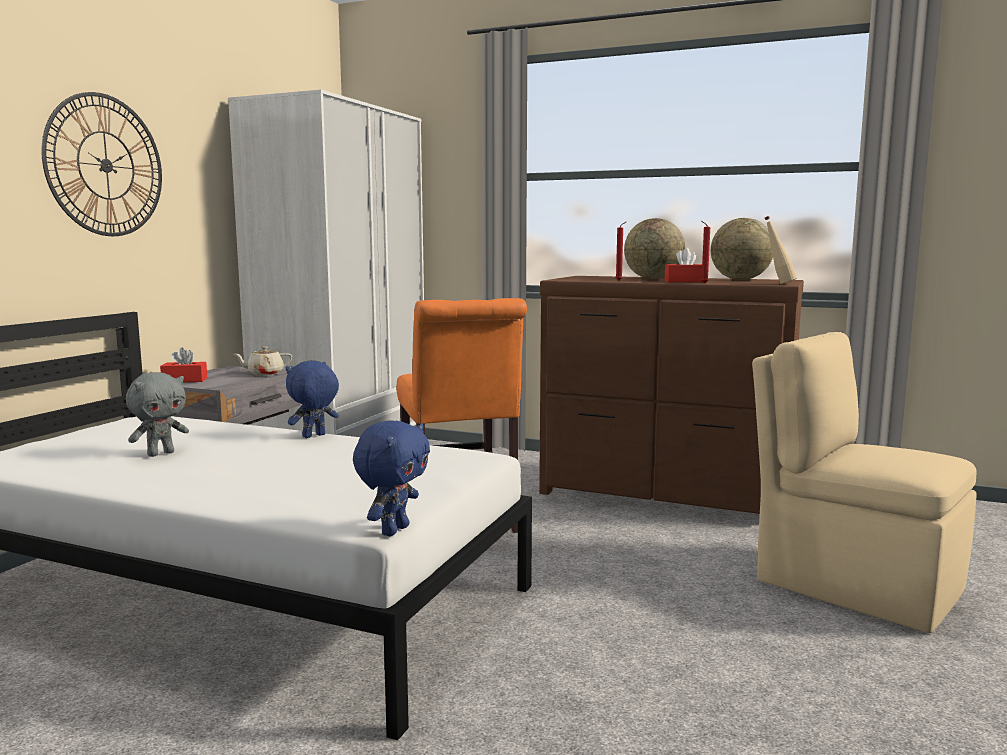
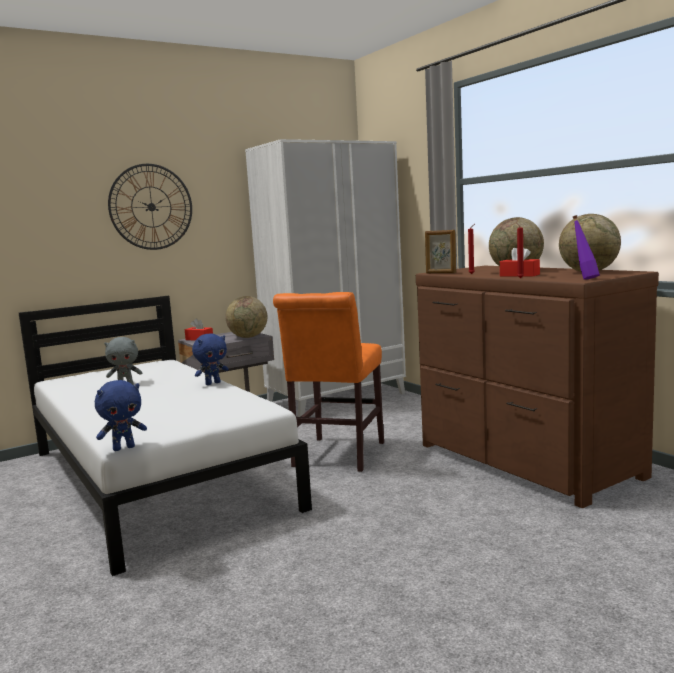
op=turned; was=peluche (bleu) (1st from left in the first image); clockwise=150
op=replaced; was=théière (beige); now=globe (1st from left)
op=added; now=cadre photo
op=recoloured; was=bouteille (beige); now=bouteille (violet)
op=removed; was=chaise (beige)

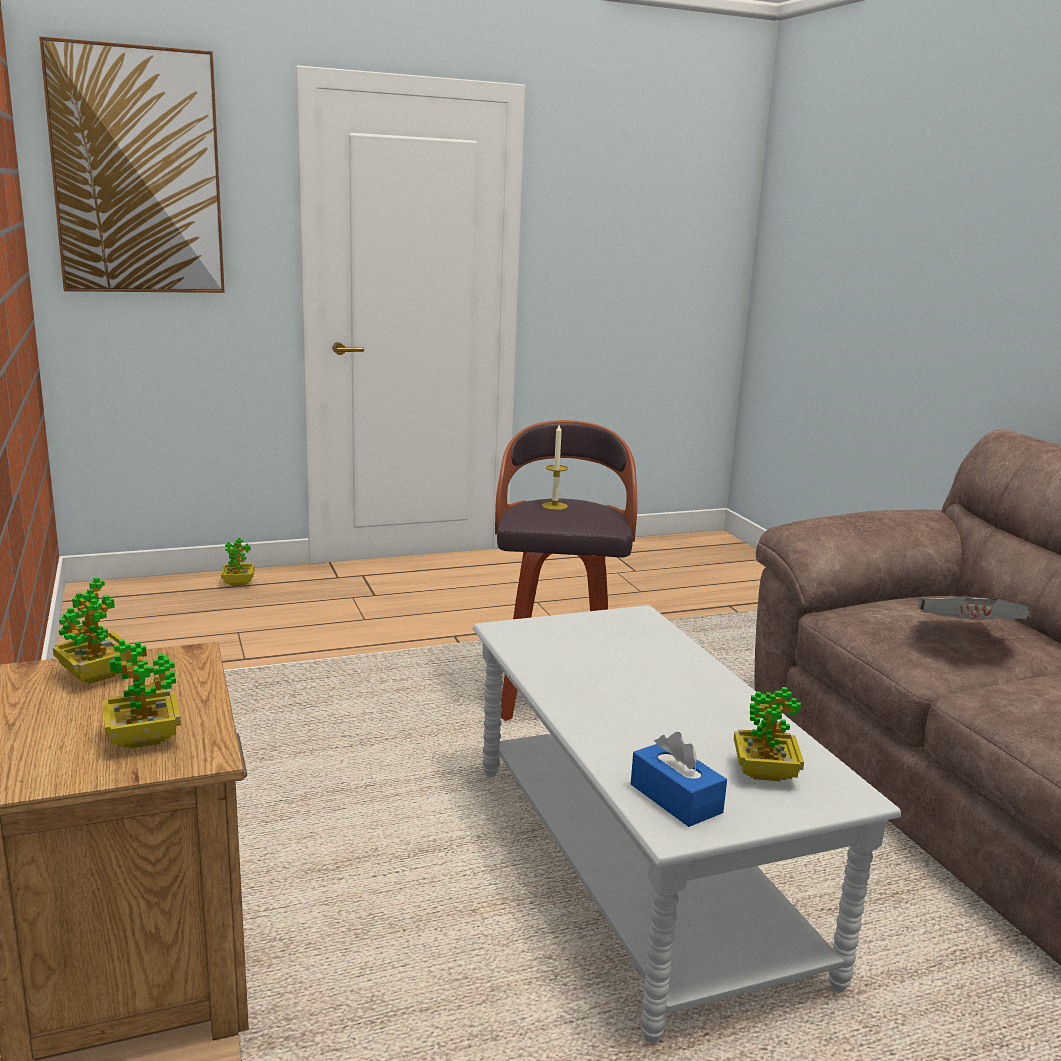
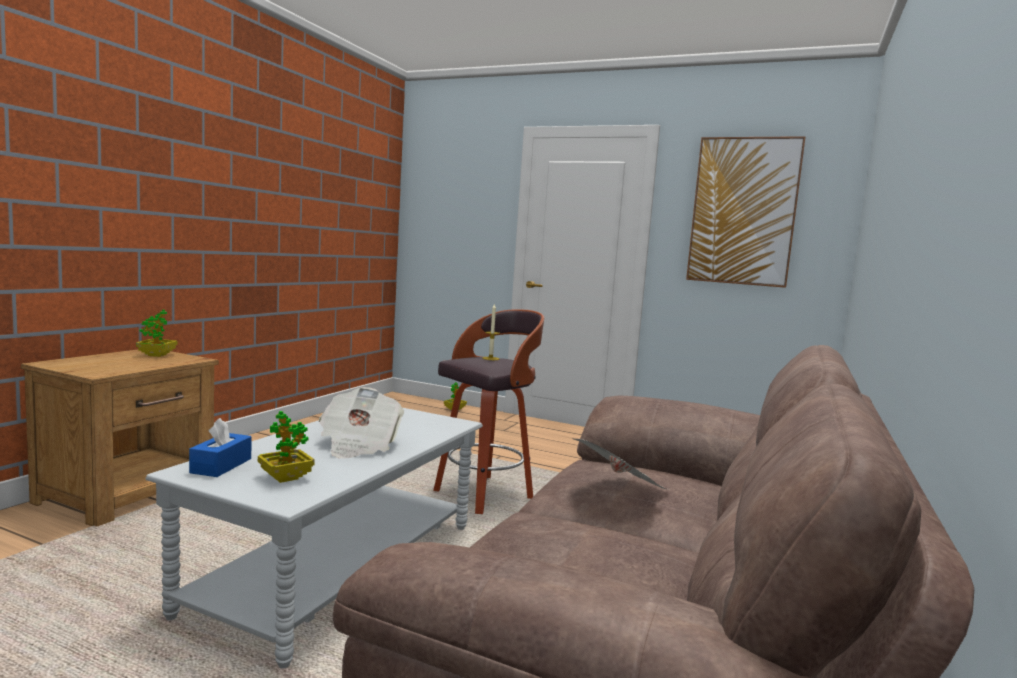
op=added; now=journal (1st from left)
op=moved; was=tableau
op=removed; was=plante en pot (2nd from left)

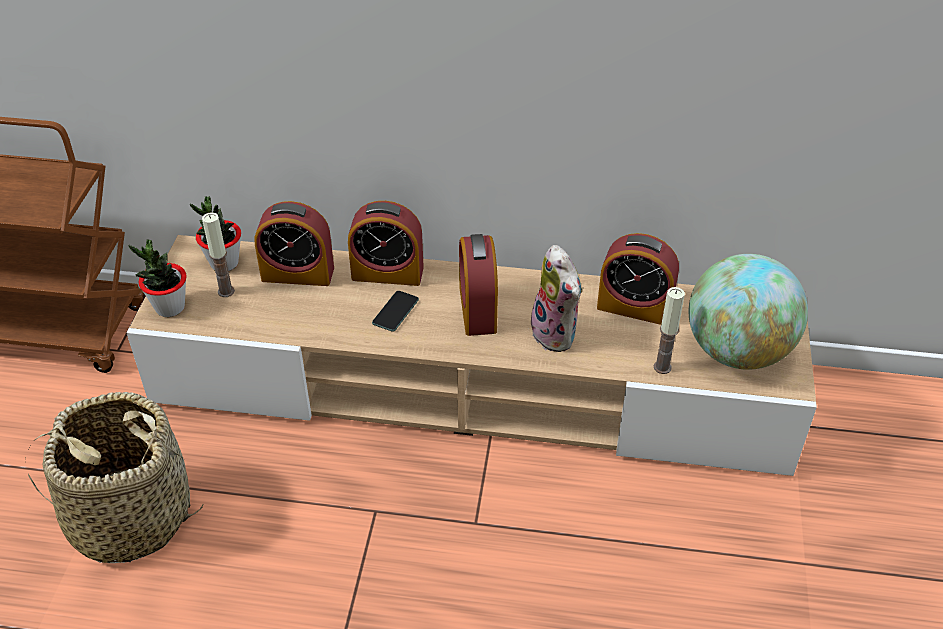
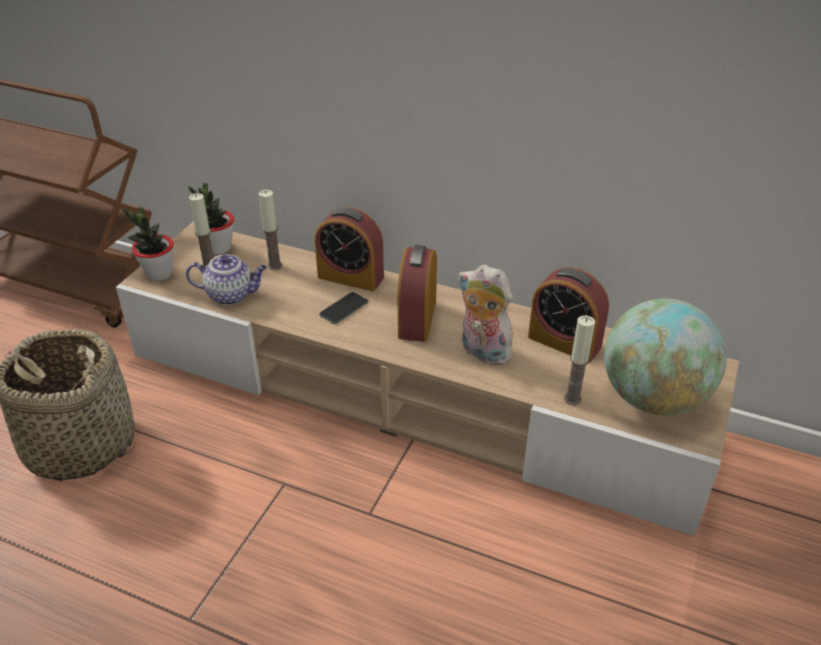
op=added; now=théière
op=replaced; was=réveil (1st from left); now=bougie (2nd from left)
op=turned; was=peluche; clockwise=135

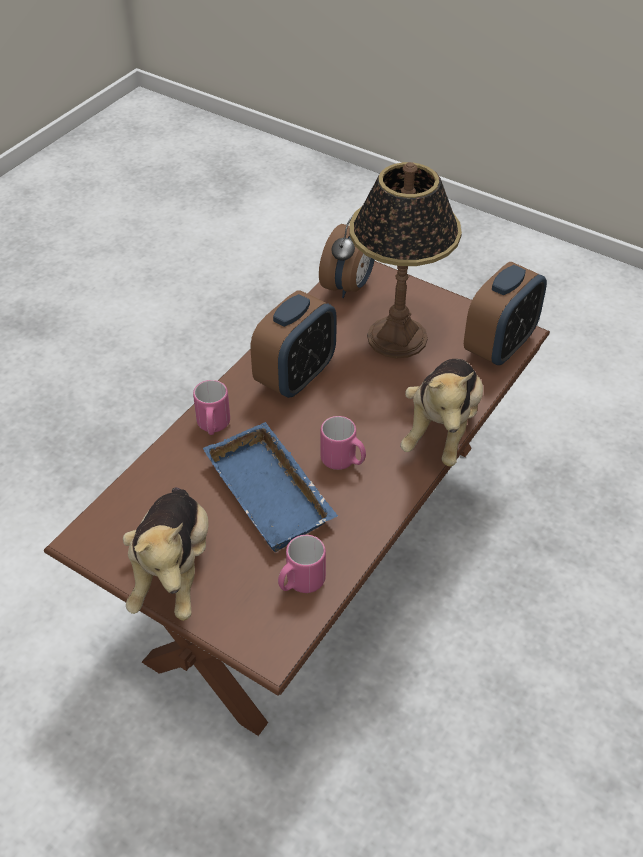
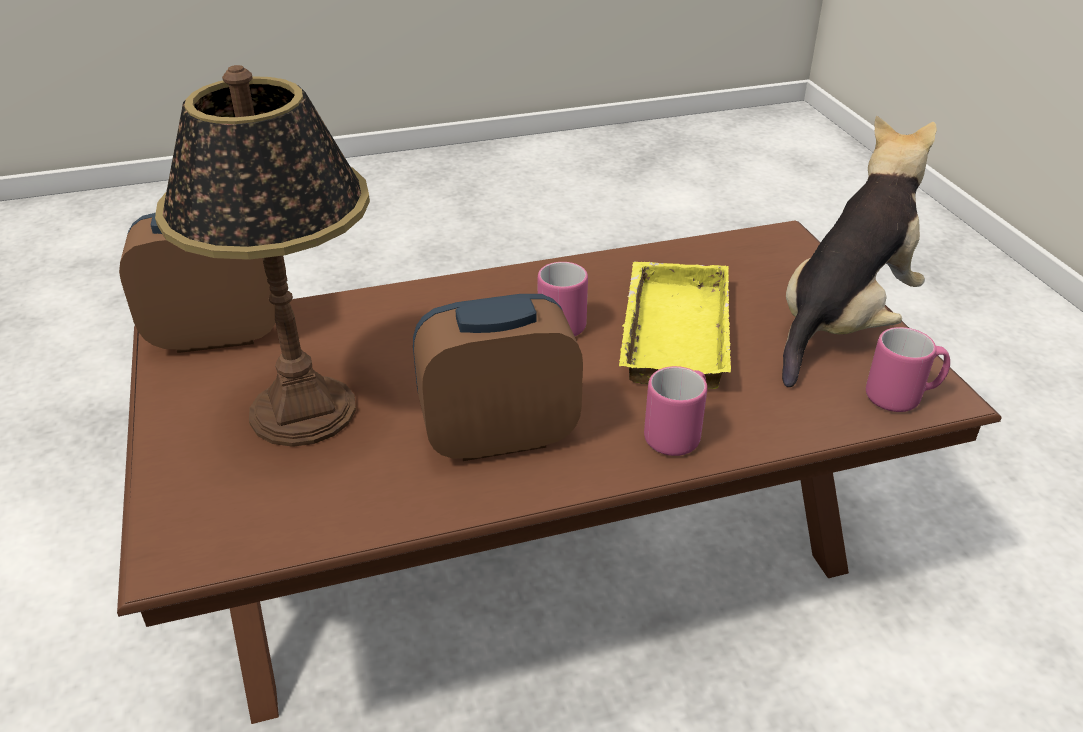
op=recoloured; was=plateau (bleu); now=plateau (jaune)
op=moved; was=mug (rose) (2nd from left in the first image); now=mug (rose) (3rd from left)
op=removed; was=réveil (2nd from left)
op=removed; was=peluche (2nd from left)

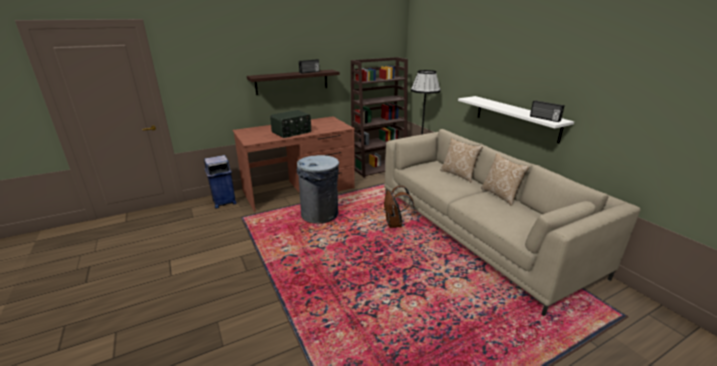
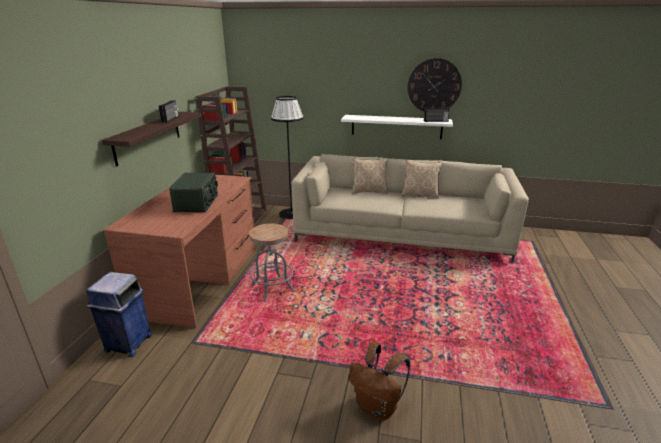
op=replaced; was=poubelle (gris); now=tabouret (gris)
op=moved; was=sac à dos (marron)
op=added; now=horloge murale

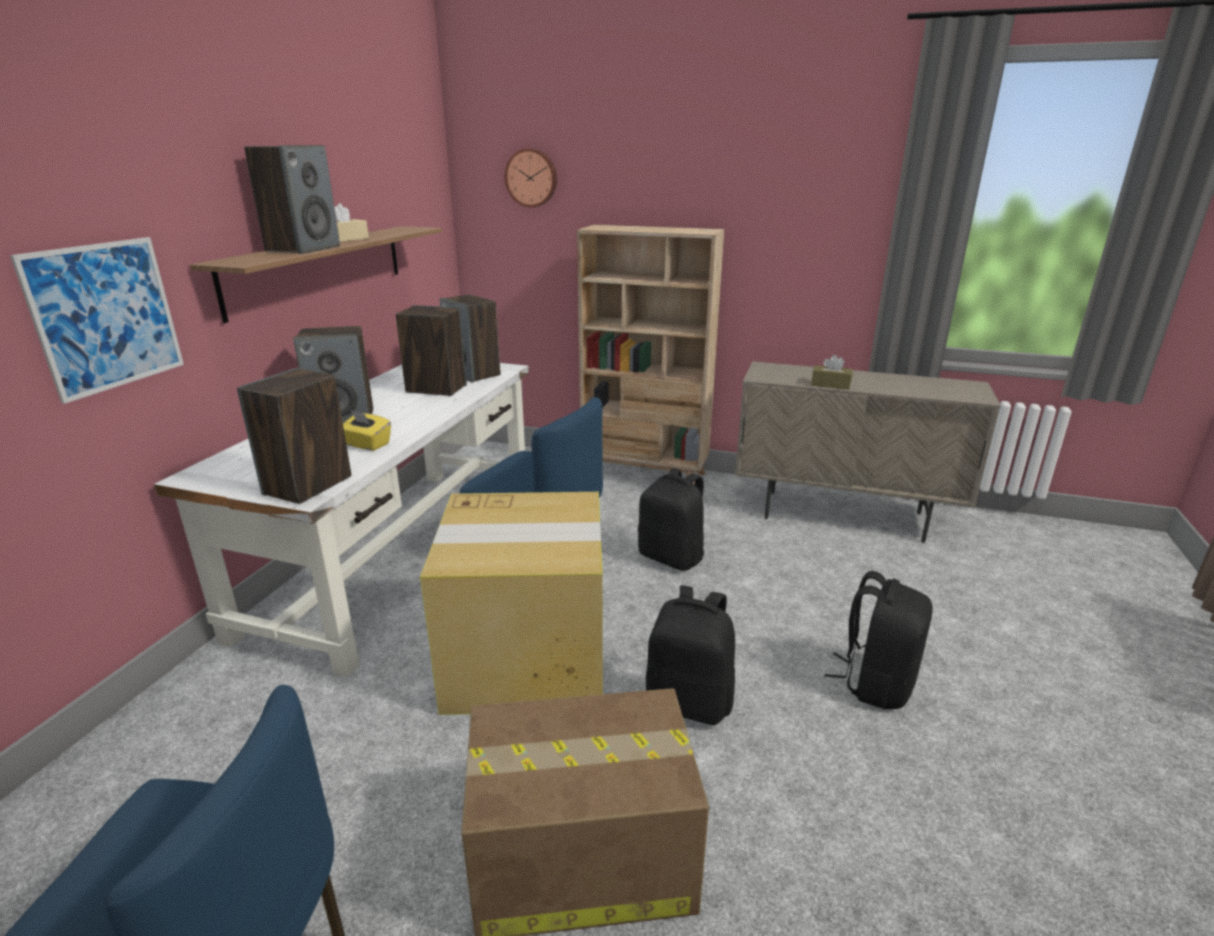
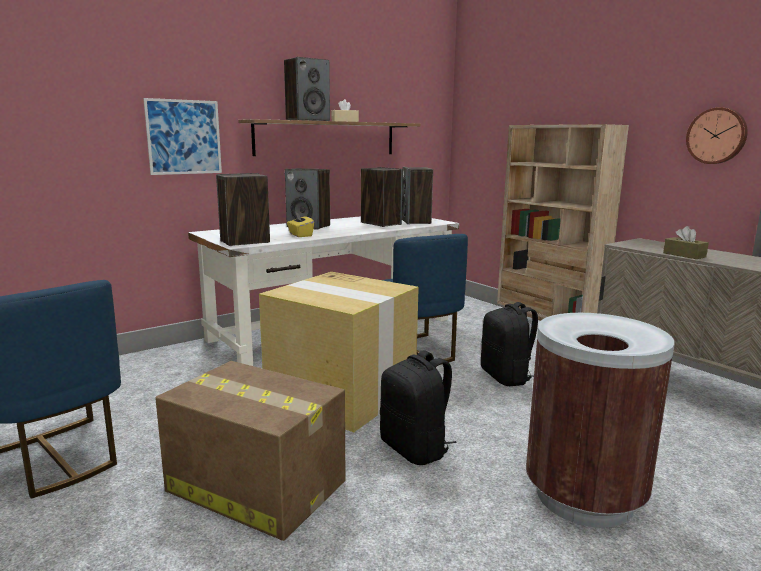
op=replaced; was=sac à dos (noir) (3rd from left); now=poubelle (marron)
op=moved; was=horloge murale

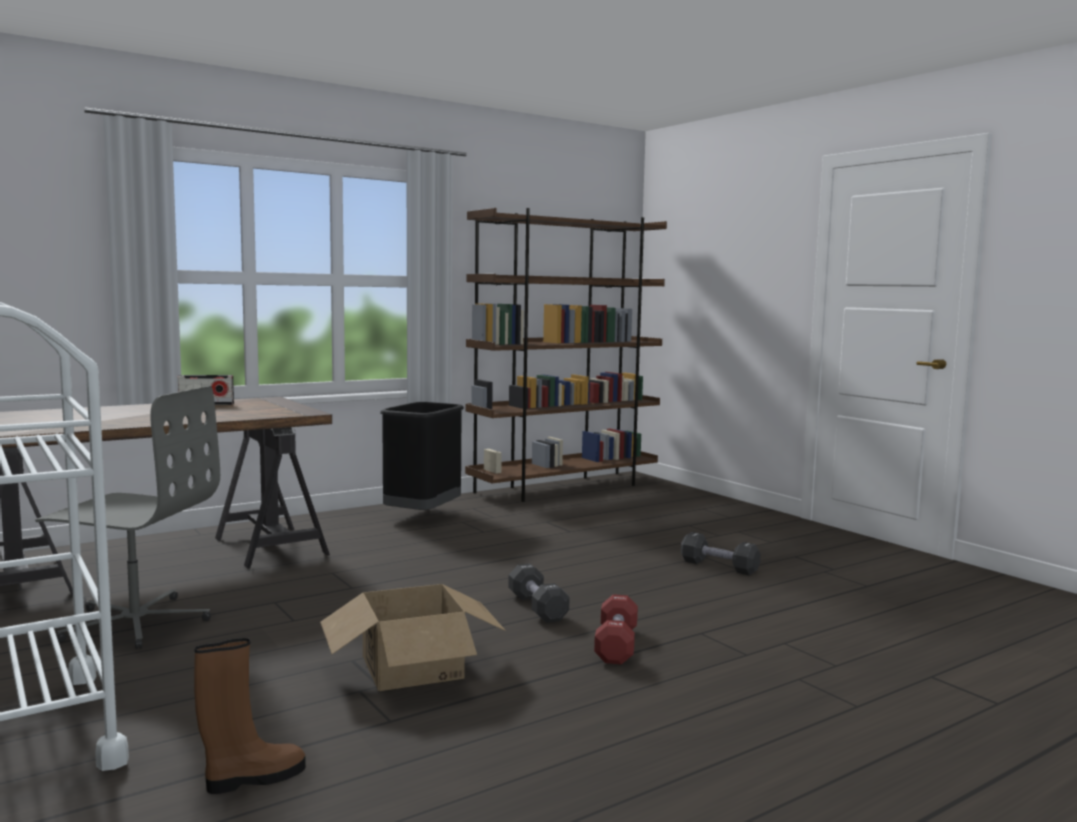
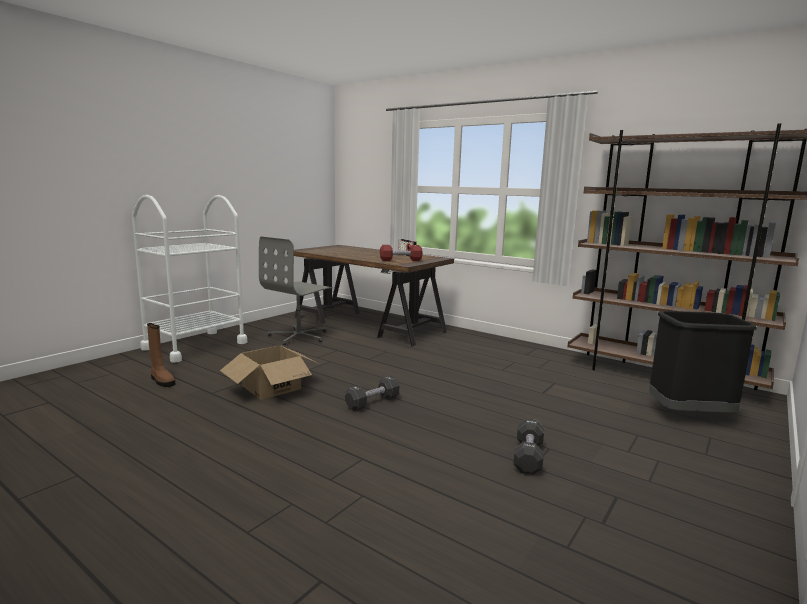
op=turned; was=chaise de bureau (gris); clockwise=45
op=moved; was=haltère (rouge)
op=moved; was=poubelle (noir)

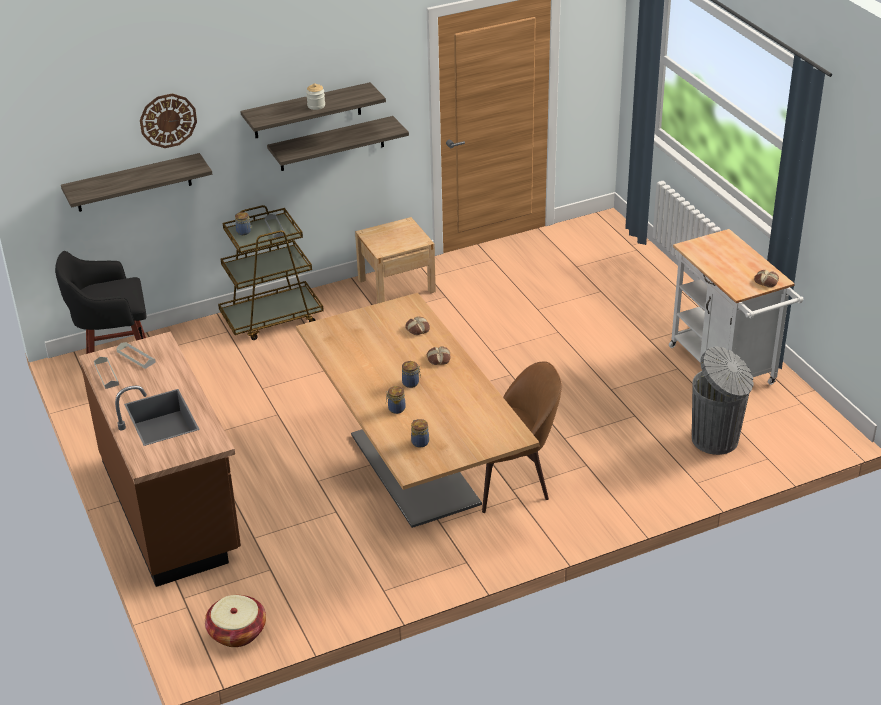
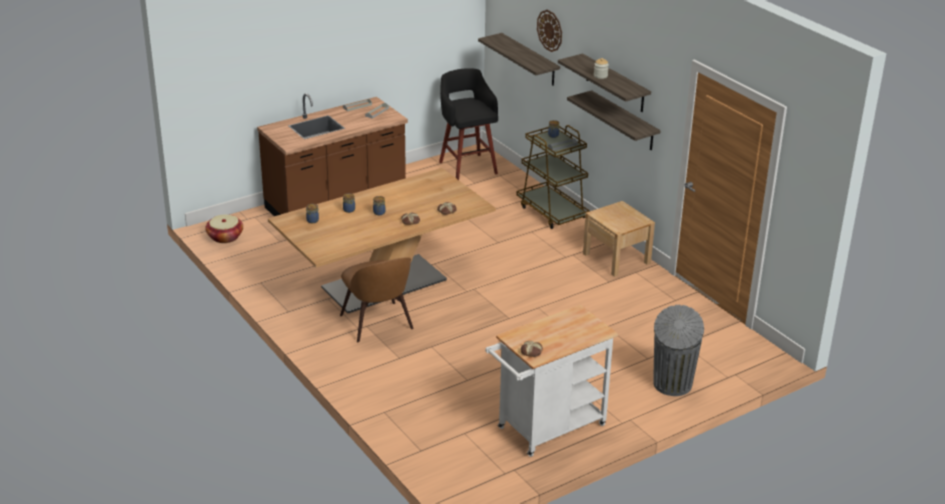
op=moved; was=poubelle (gris)

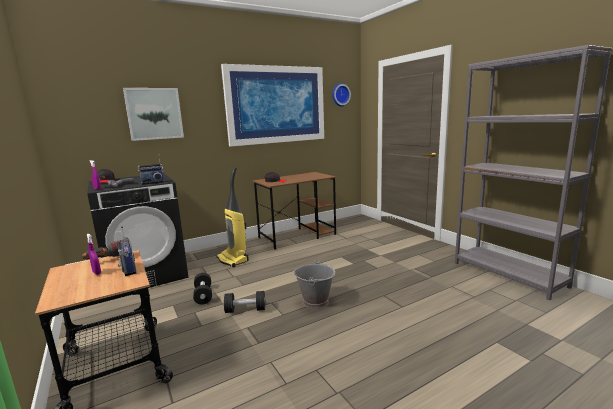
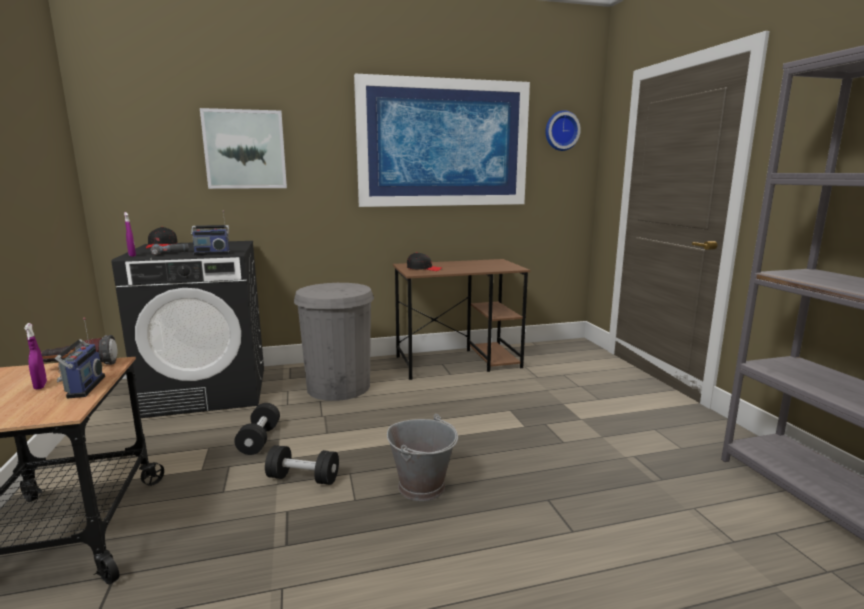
op=replaced; was=aspirateur; now=poubelle (gris)

